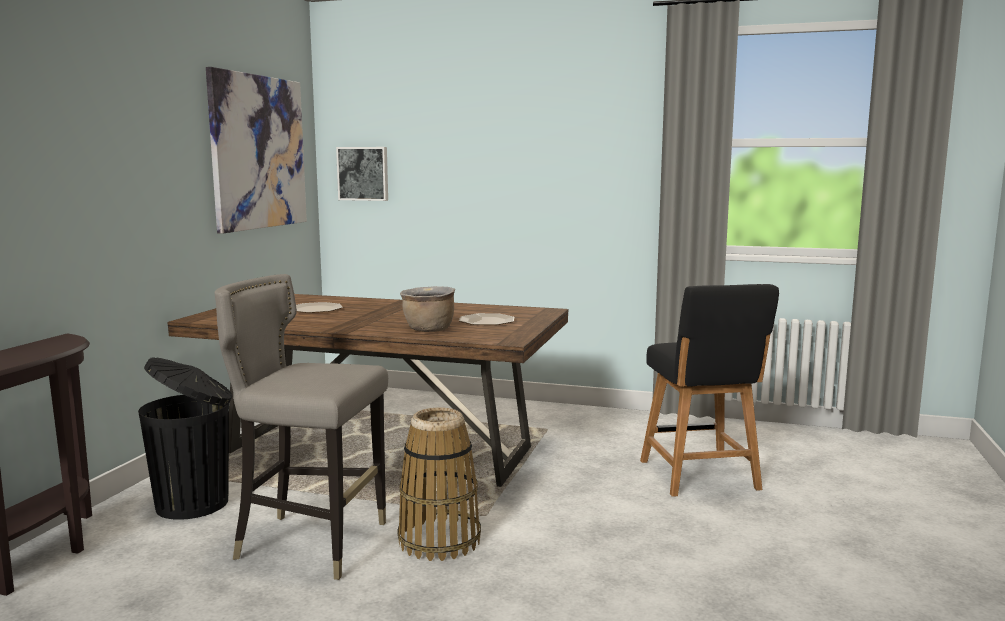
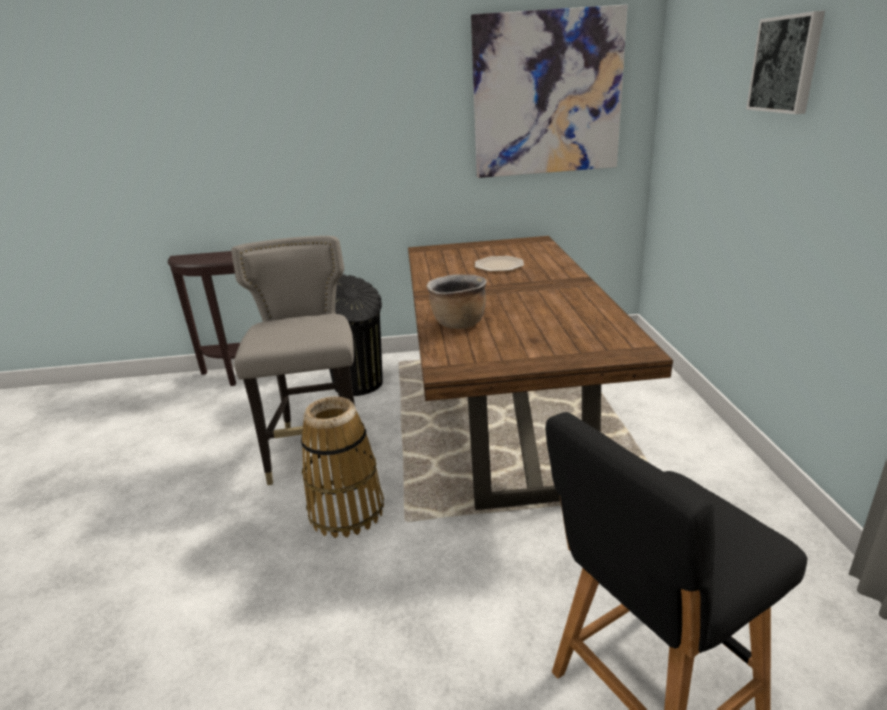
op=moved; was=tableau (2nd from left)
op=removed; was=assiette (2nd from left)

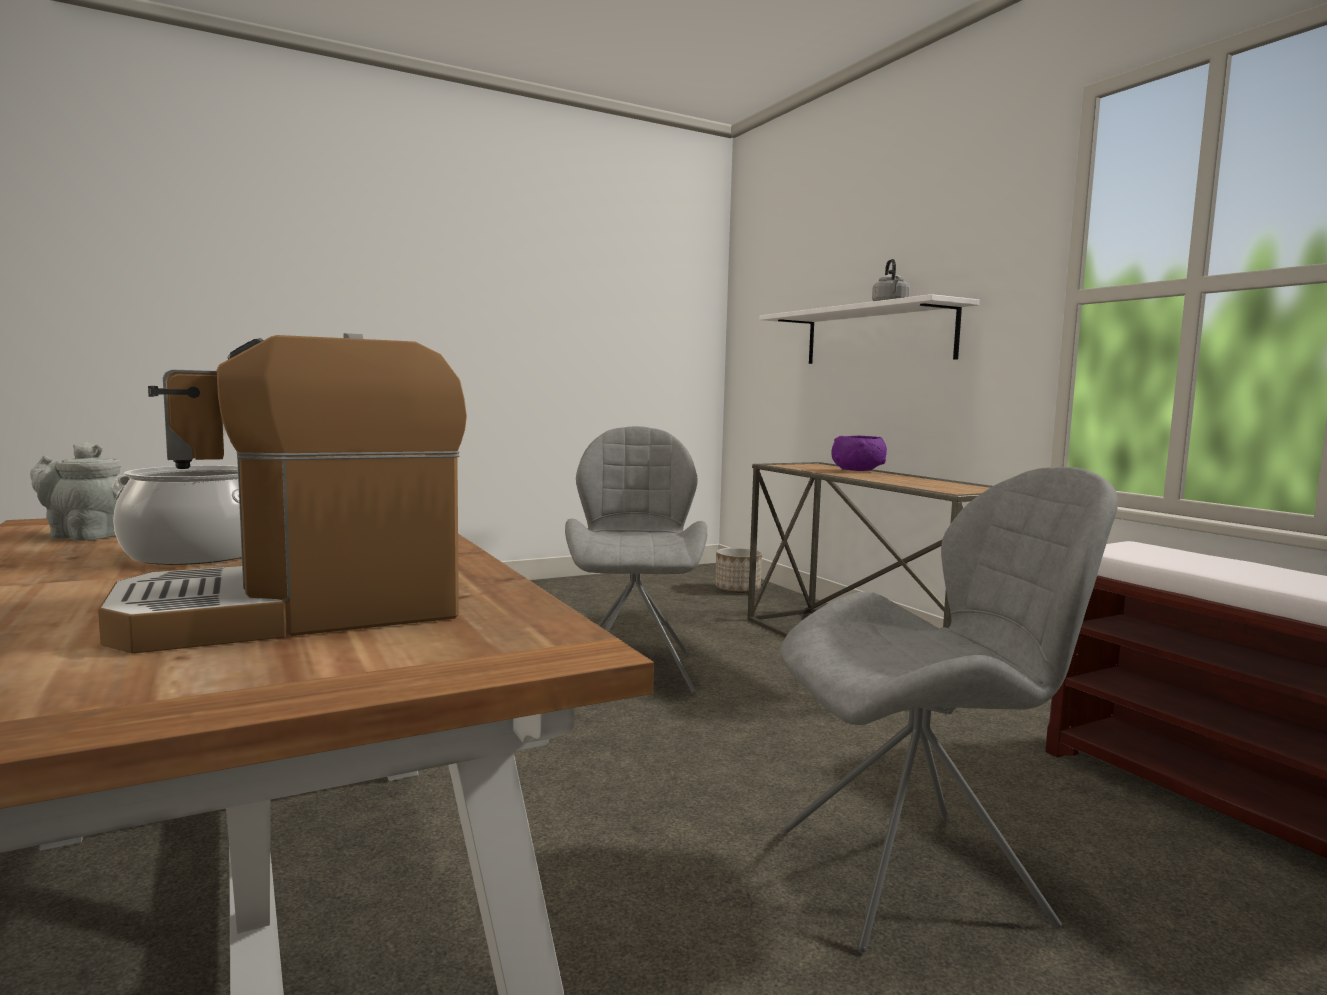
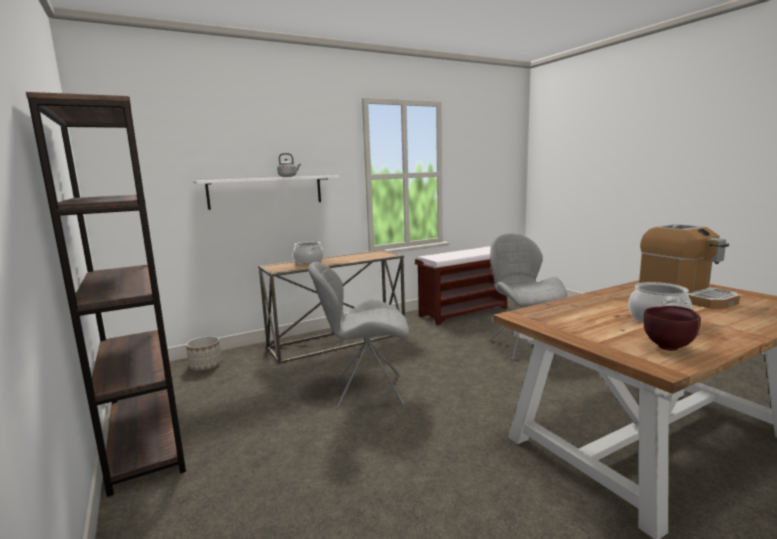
op=added; now=bibliothèque (marron)
op=replaced; was=bol (violet); now=marmite (1st from left)
op=replaced; was=théière (gris); now=bol (marron)

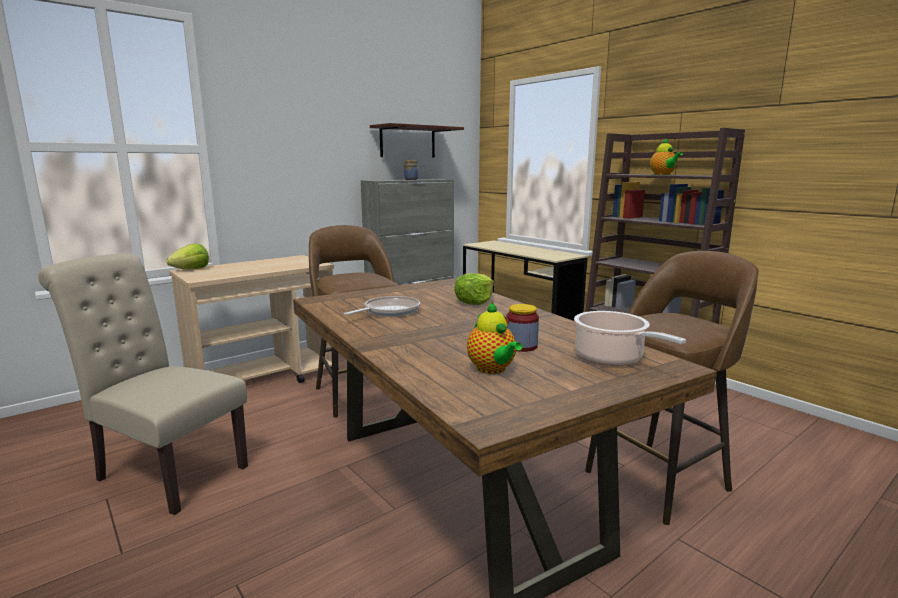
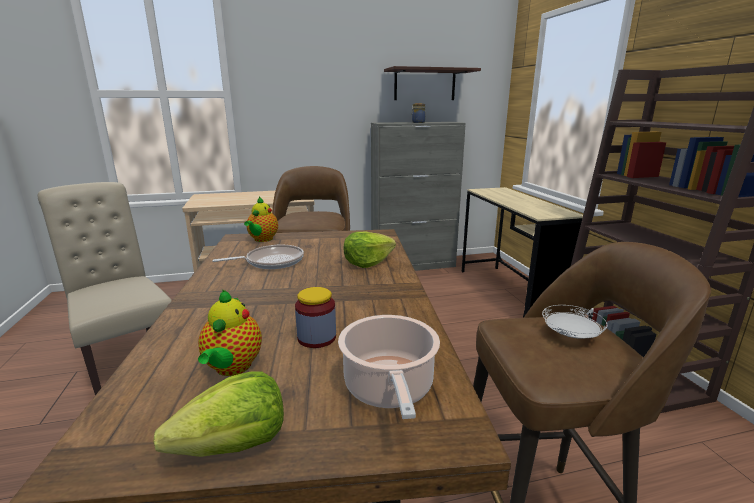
op=moved; was=laitue (1st from left)
op=moved; was=théière (2nd from left)
op=added; now=assiette (blanc)

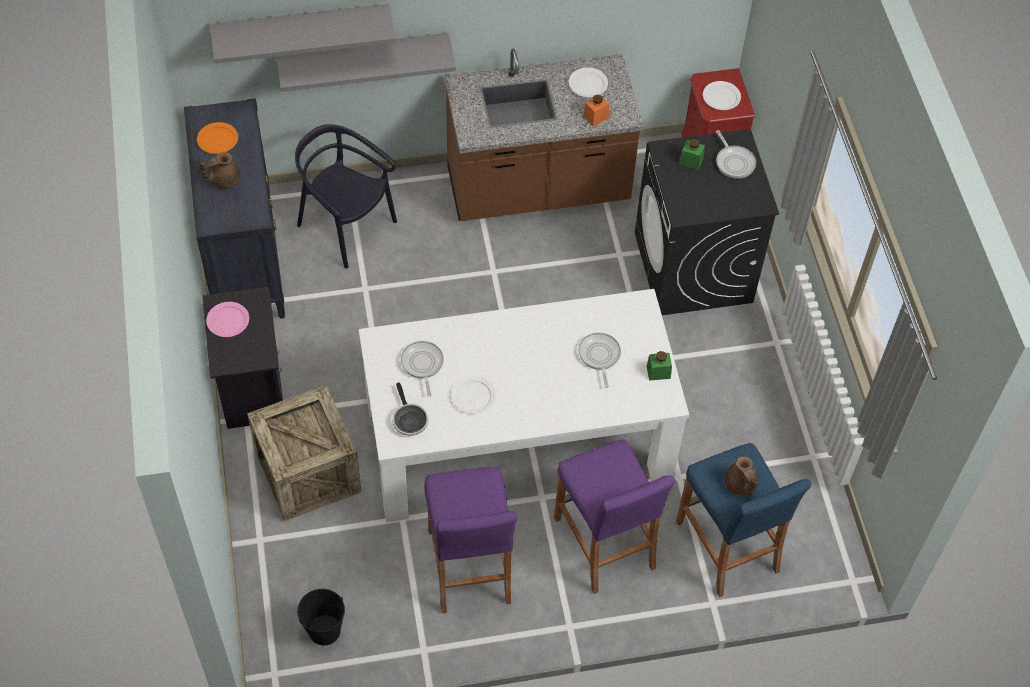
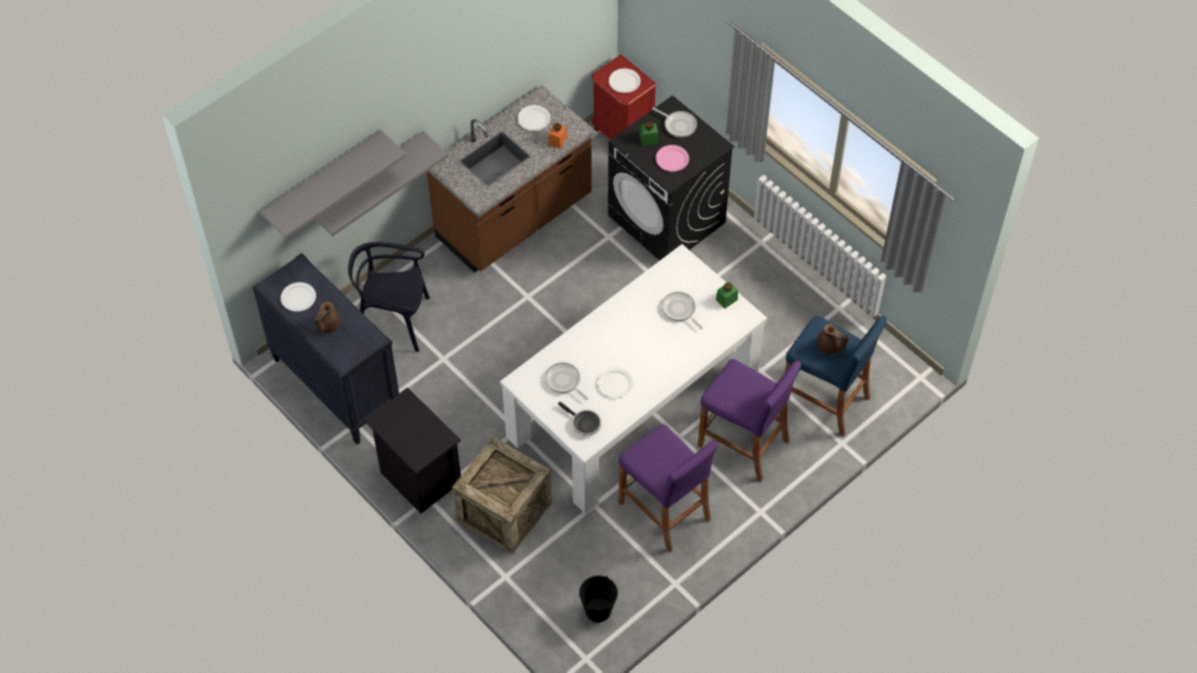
op=recoloured; was=assiette (orange); now=assiette (blanc) (1st from left)
op=moved; was=assiette (rose)

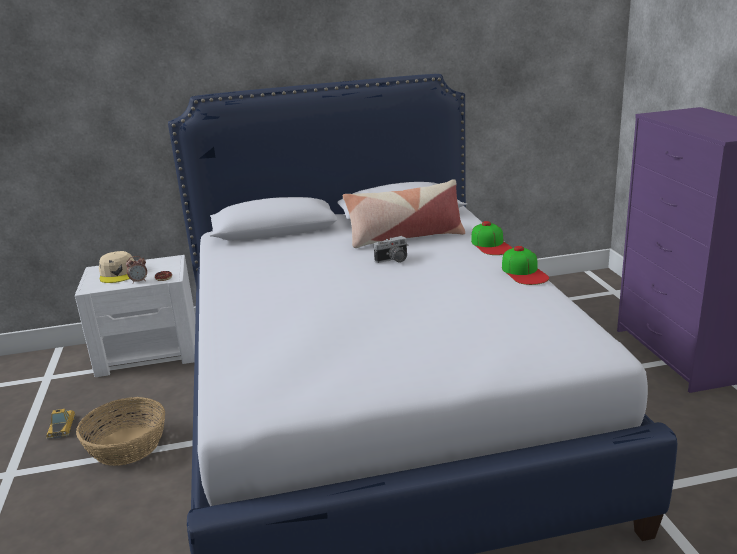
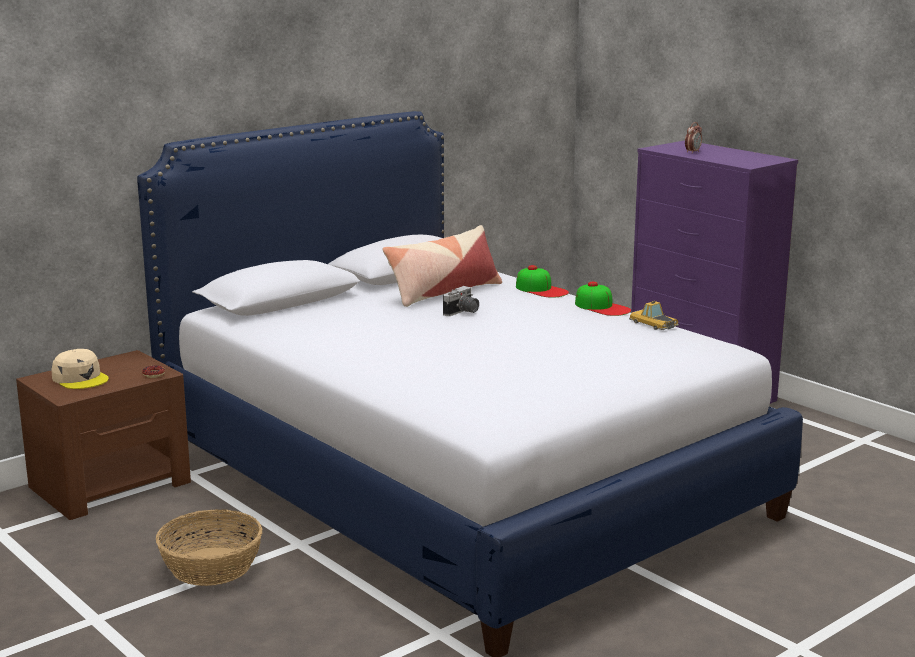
op=recoloured; was=table de chevet (blanc); now=table de chevet (marron)
op=moved; was=petite voiture
op=moved; was=réveil

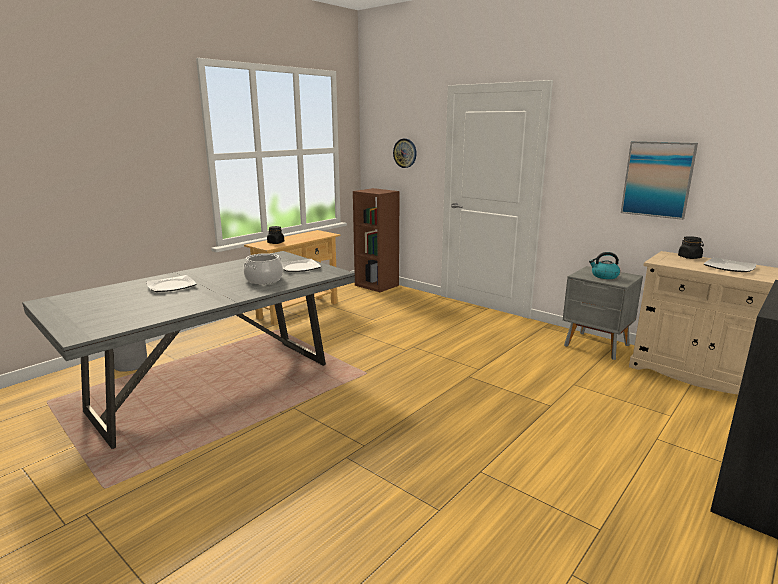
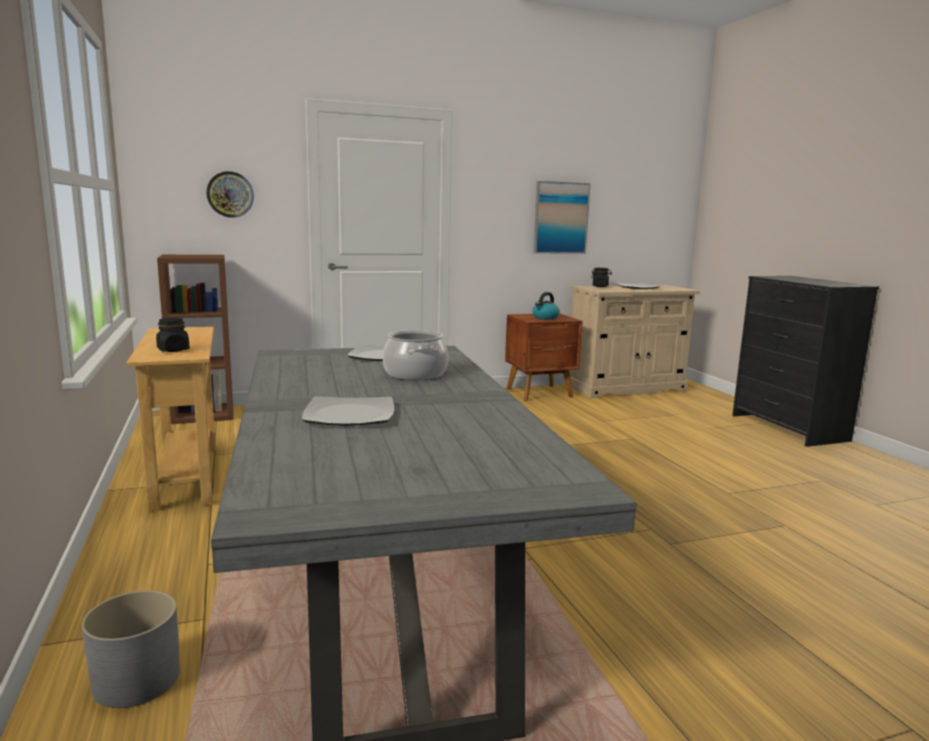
op=recoloured; was=table de chevet (gris); now=table de chevet (marron)

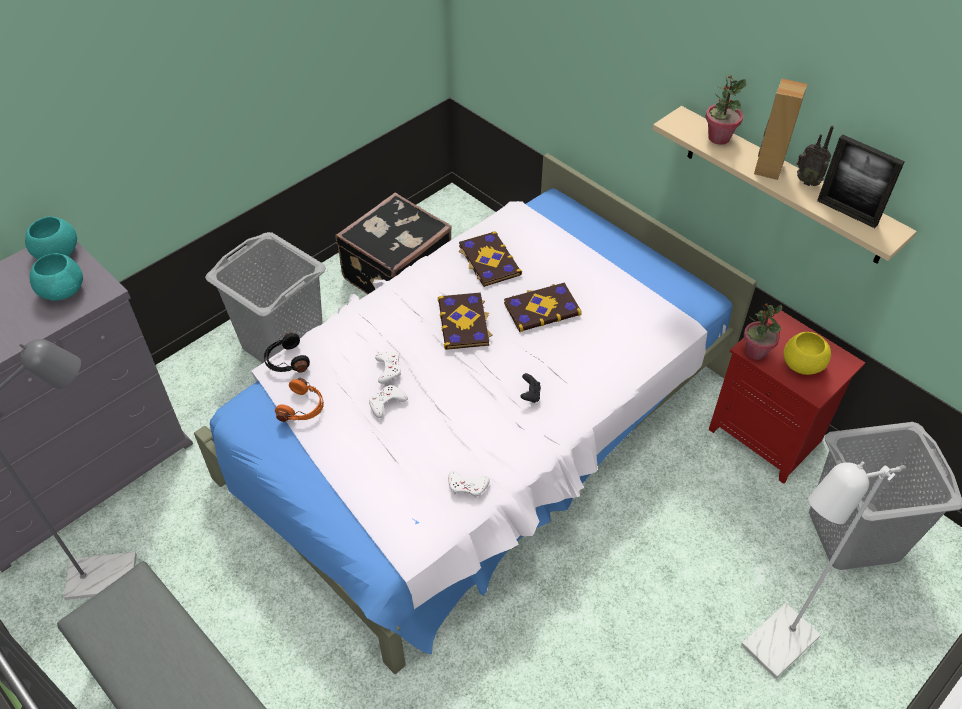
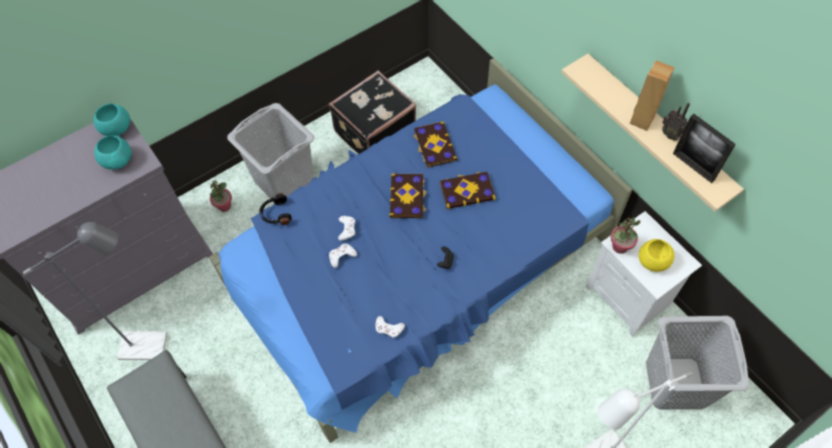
op=recoloured; was=lit (blanc); now=lit (bleu)
op=moved; was=plante en pot (1st from left)
op=recoloured; was=table de chevet (rouge); now=table de chevet (blanc)
op=removed; was=casque audio (orange)

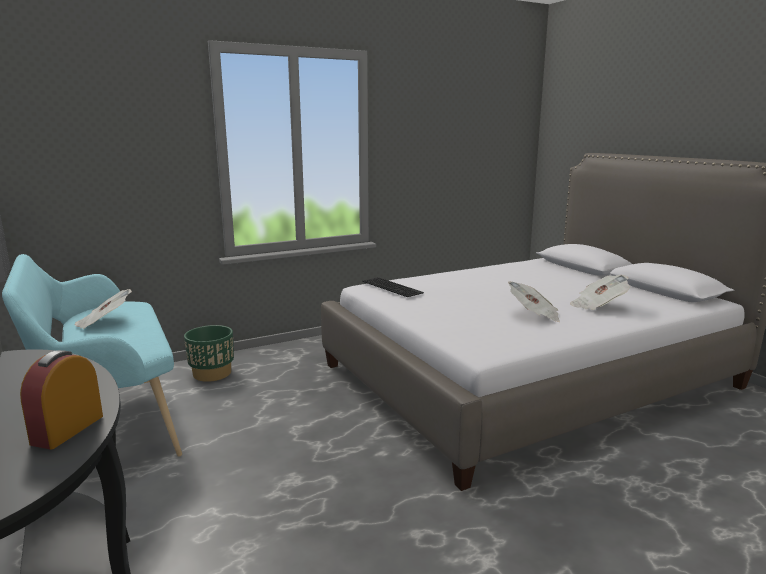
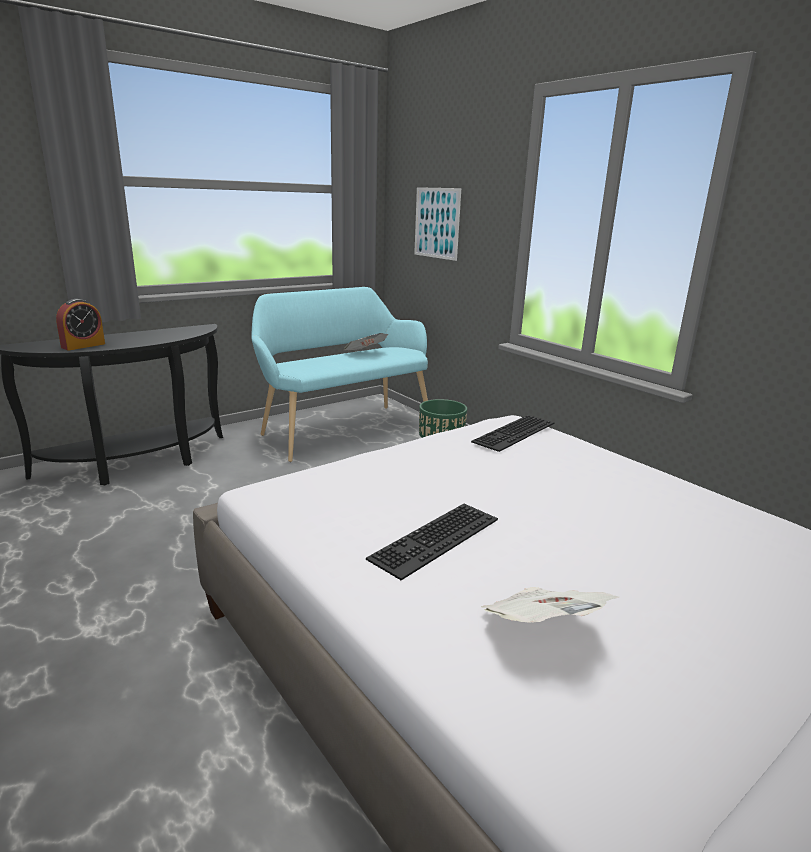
op=turned; was=réveil; clockwise=120
op=replaced; was=journal (2nd from left); now=clavier (1st from left)
op=added; now=tableau

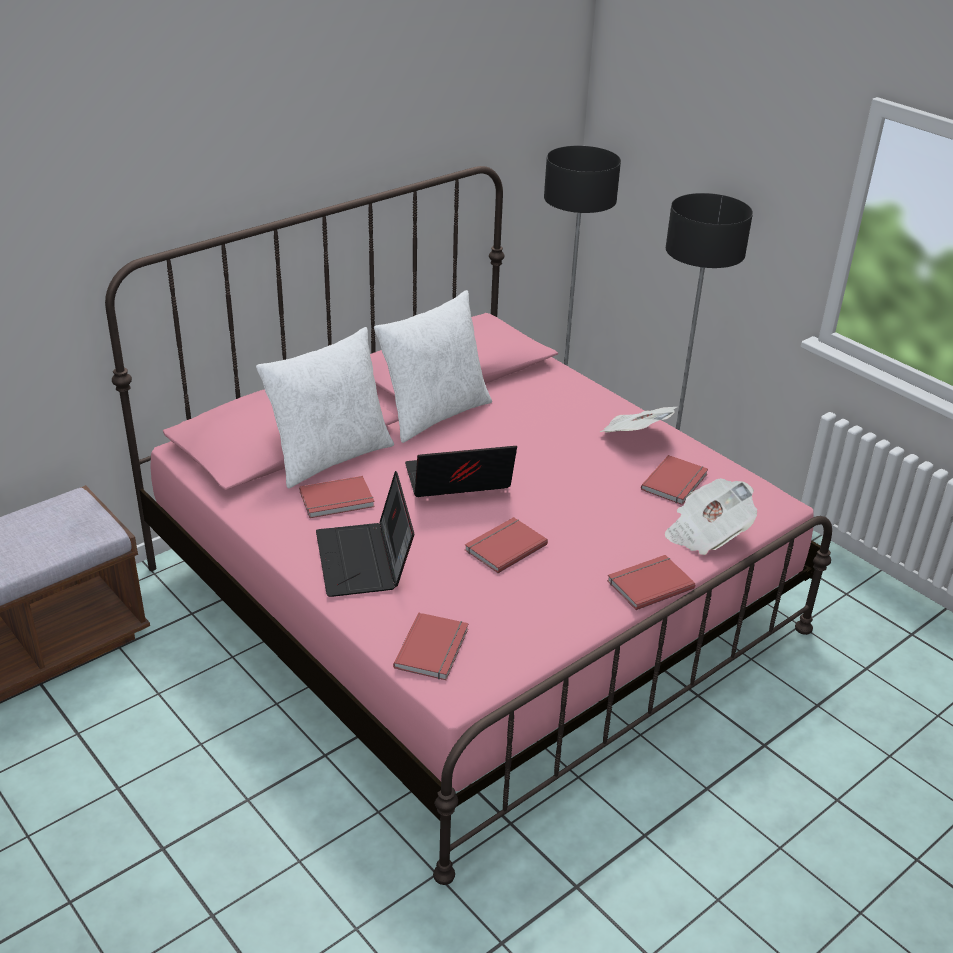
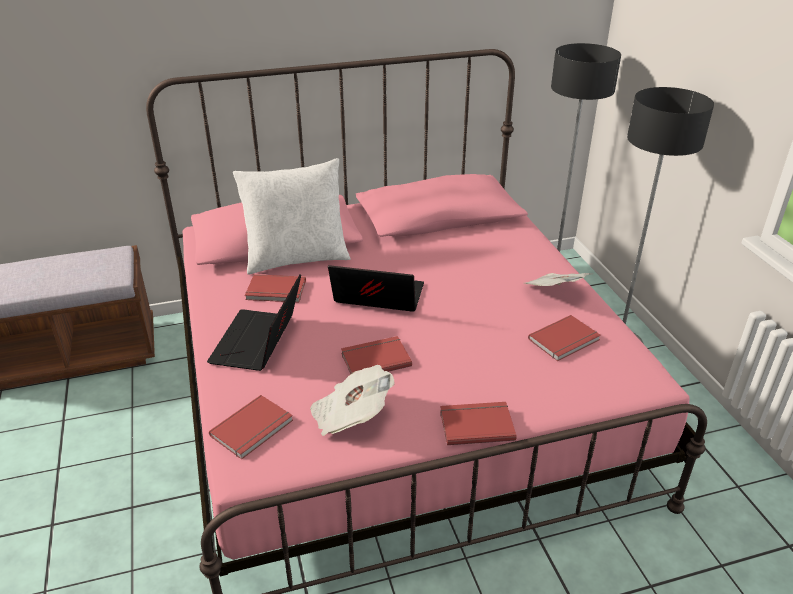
op=moved; was=journal (2nd from left in the first image); now=journal (1st from left)
op=removed; was=coussin (blanc) (2nd from left)

